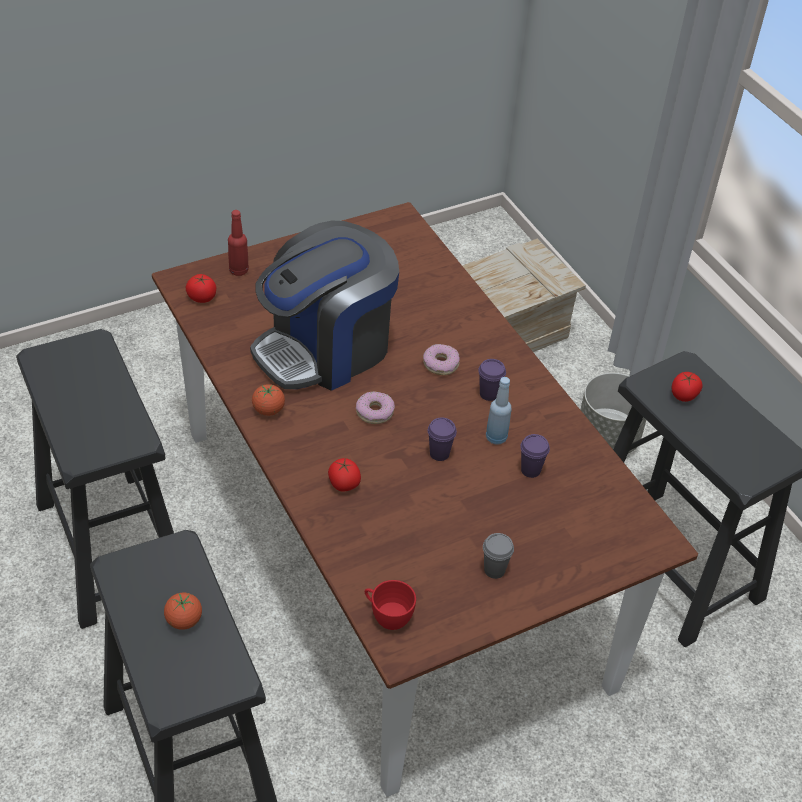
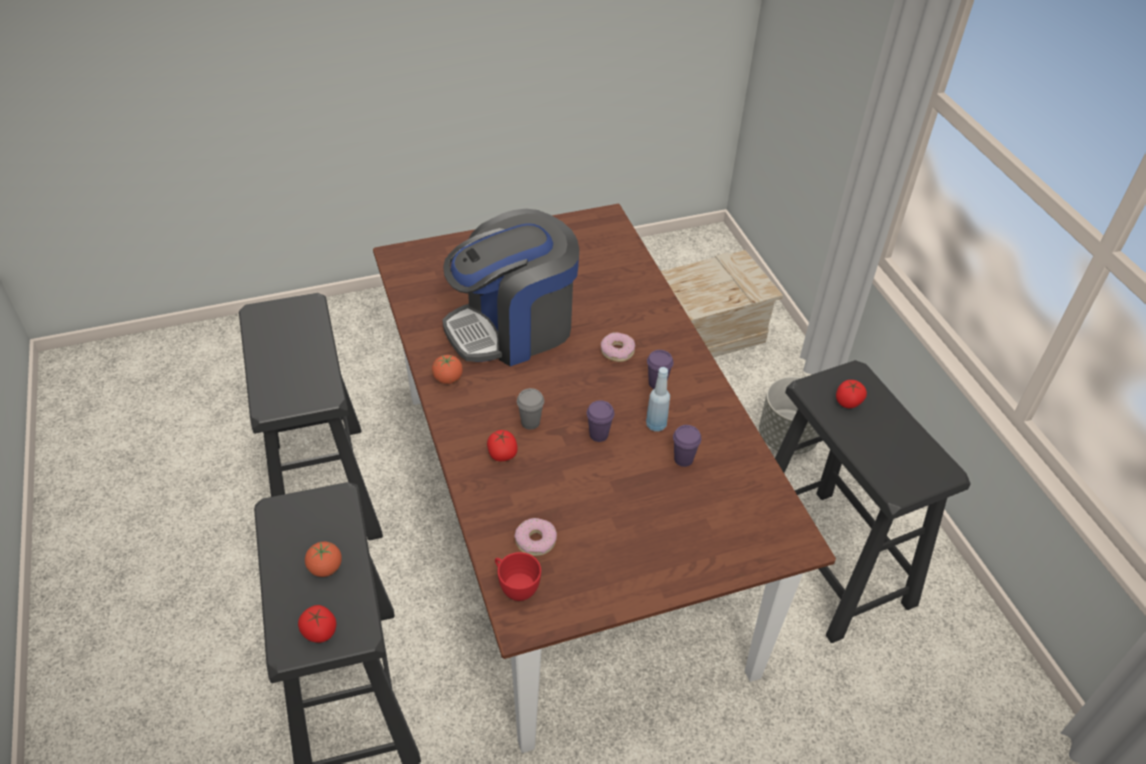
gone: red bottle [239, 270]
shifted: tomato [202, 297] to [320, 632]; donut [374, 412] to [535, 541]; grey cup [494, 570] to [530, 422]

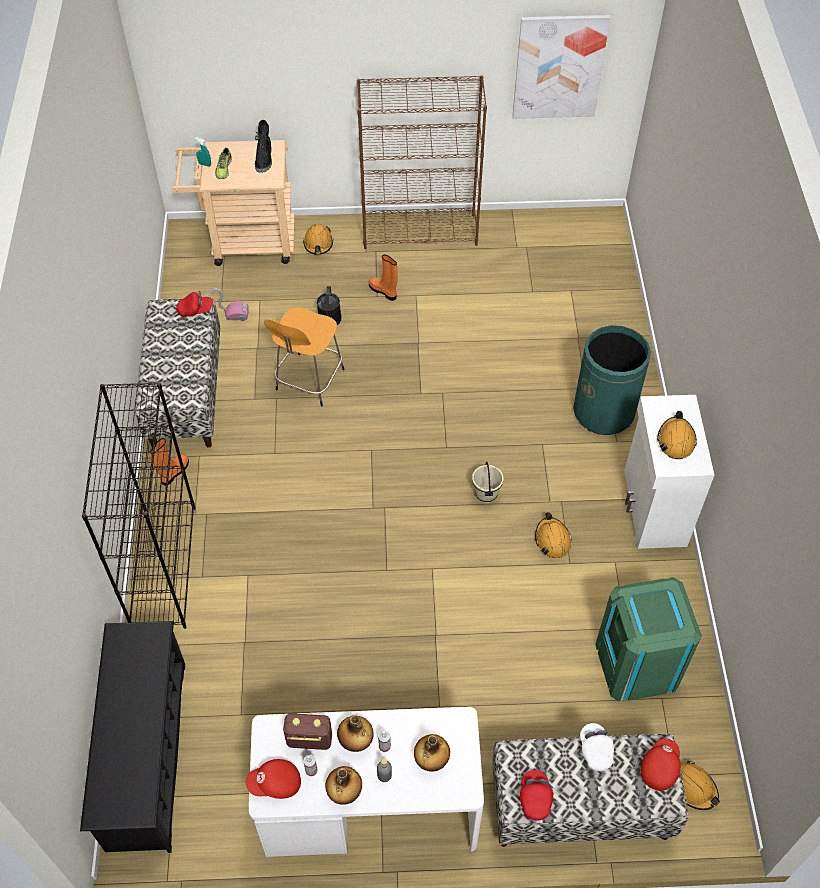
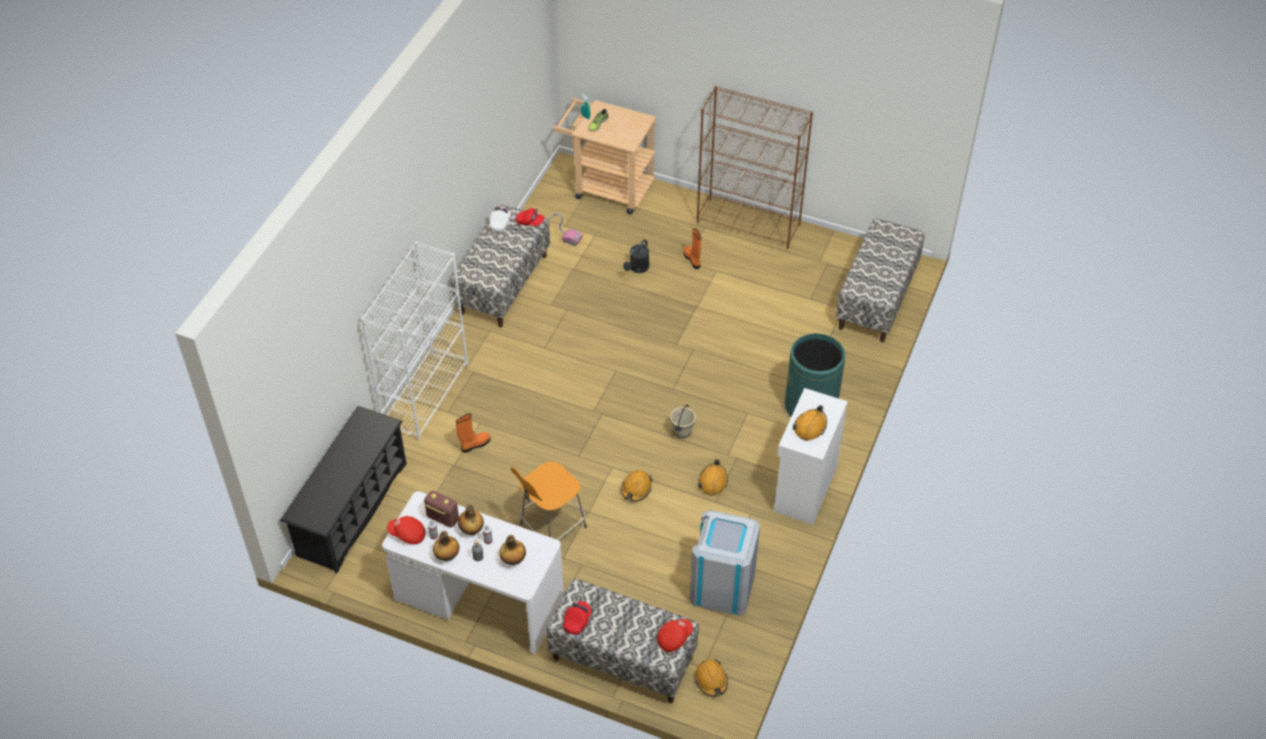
gone: black boot [264, 159]; picture [559, 67]
new: bench [877, 299]
shifted: orange boot [174, 472] to [474, 444]; orange stool [308, 381] to [551, 527]; orange hard hat [318, 243] to [636, 489]; white cap [595, 750] to [500, 223]
repainted: black bookcase [163, 566] to white bookcase [426, 395]; green trash can [637, 664] to grey trash can [722, 587]

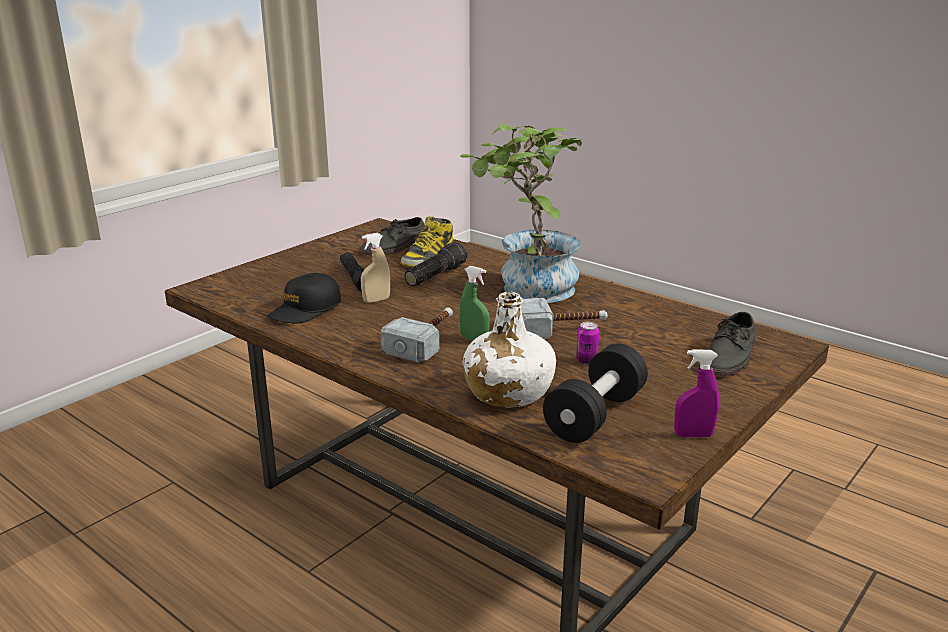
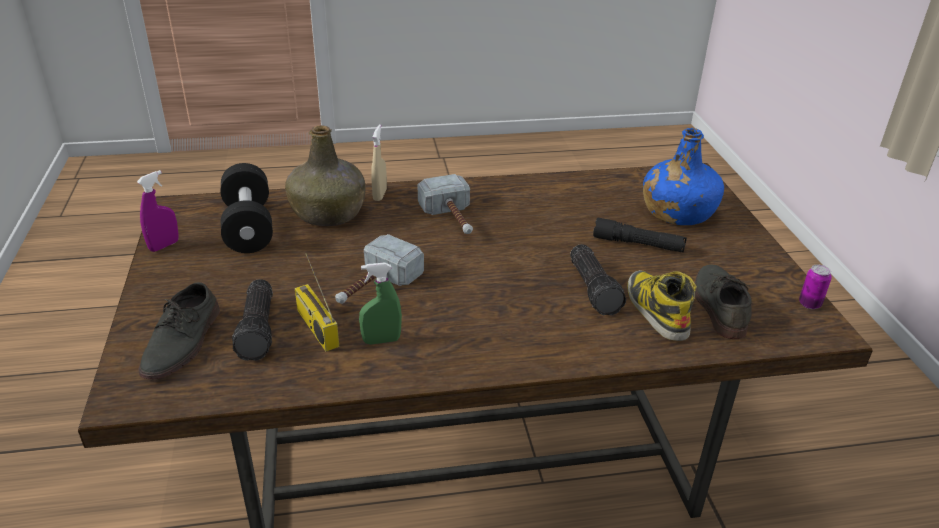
gone: black cap [305, 310]; potted plant [527, 288]
new: flashlight [259, 329]; radio [316, 327]; blue bottle [677, 212]
shifted: beige spray bottle [376, 300] to [380, 195]; green spray bottle [474, 339] to [381, 340]; can [586, 361] to [809, 304]
repainted: white bottle [507, 393] to green bottle [329, 213]
rotated: grey shoe [730, 357] = [183, 342] 150 degrees counterclockwise

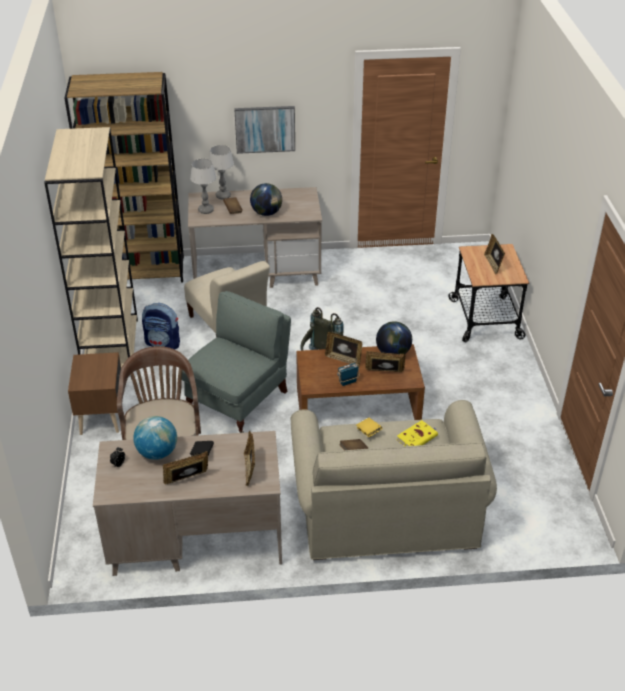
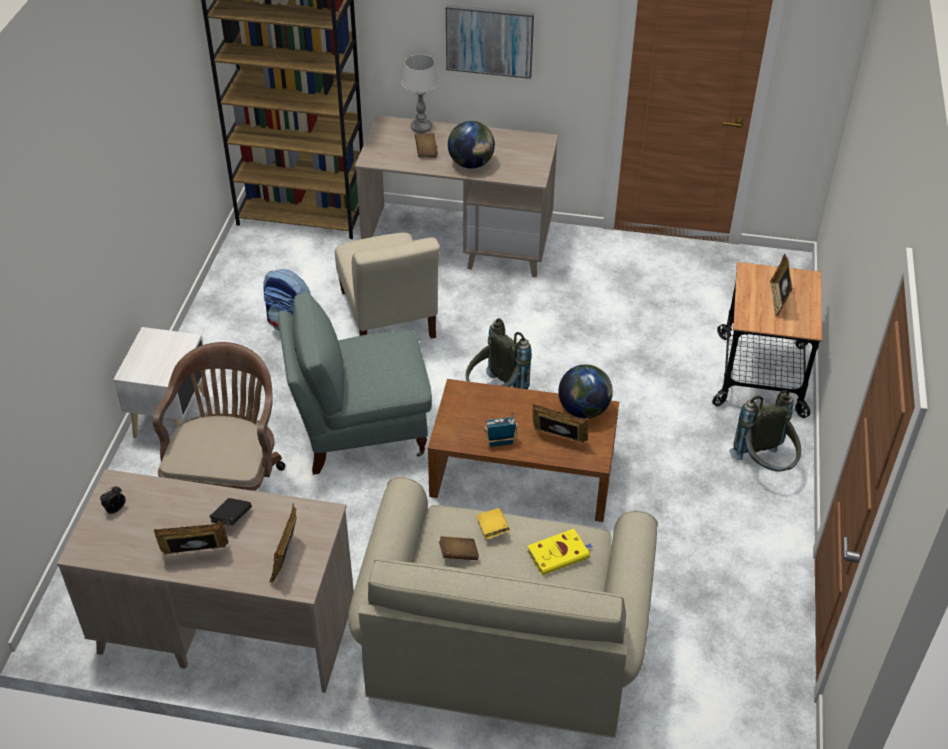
gone: beige bookcase [111, 349]; globe [157, 452]; table lamp [206, 210]; picture frame [343, 359]
new: grey backpack [765, 466]
repainted: brown nightstand [102, 415] to white nightstand [173, 415]
rotated: grey armchair [239, 400] = [360, 430] 150 degrees counterclockwise

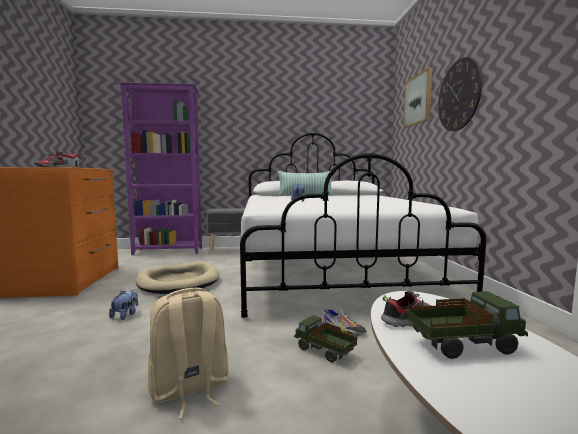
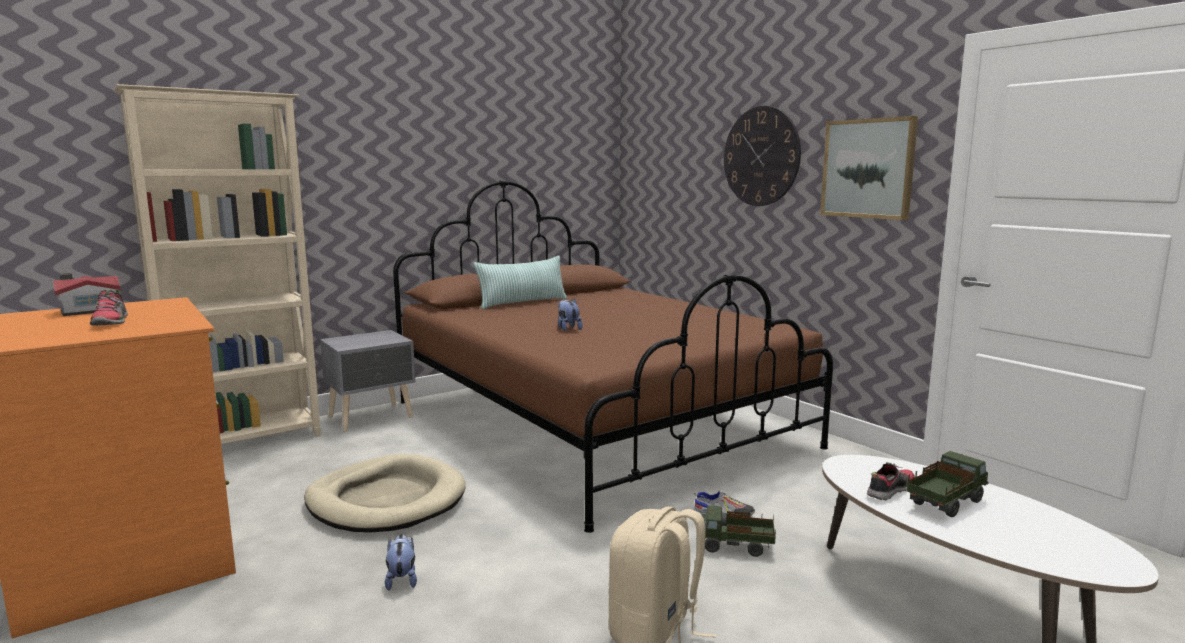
shifted: picture [418, 100] to [868, 168]
repainted: purple bookcase [168, 251] to beige bookcase [247, 441]; white bed [330, 269] to brown bed [595, 424]

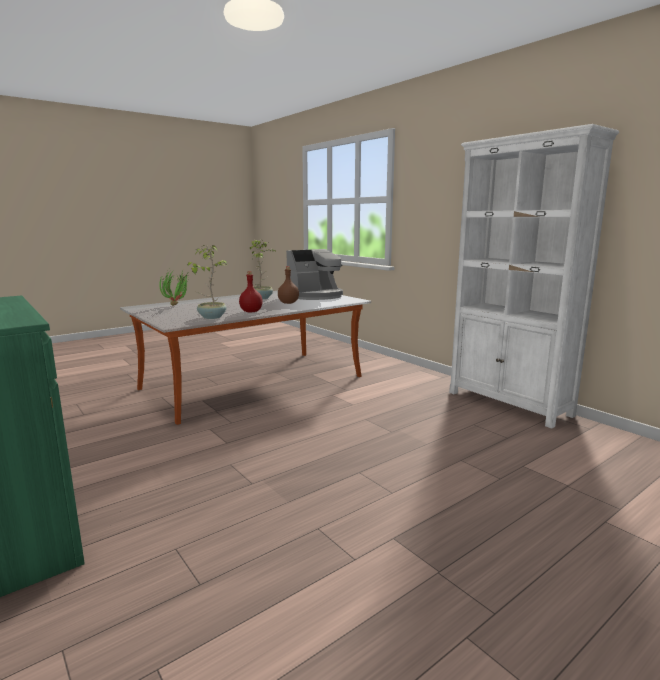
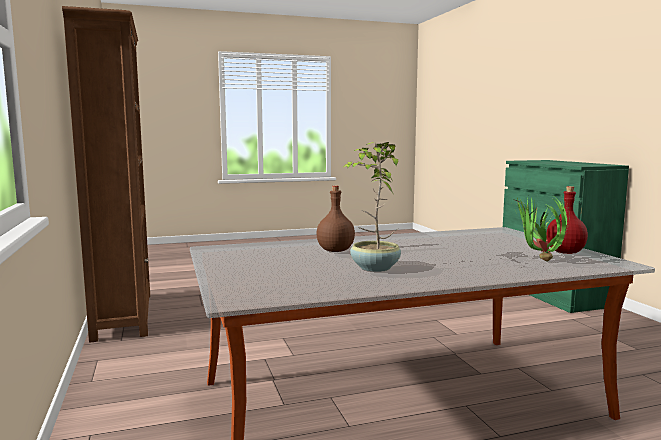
gone: potted plant [211, 317]; coffee machine [315, 296]
shifted: red bottle [251, 311] to [565, 252]
repainted: white bookcase [509, 404] to brown bookcase [123, 315]

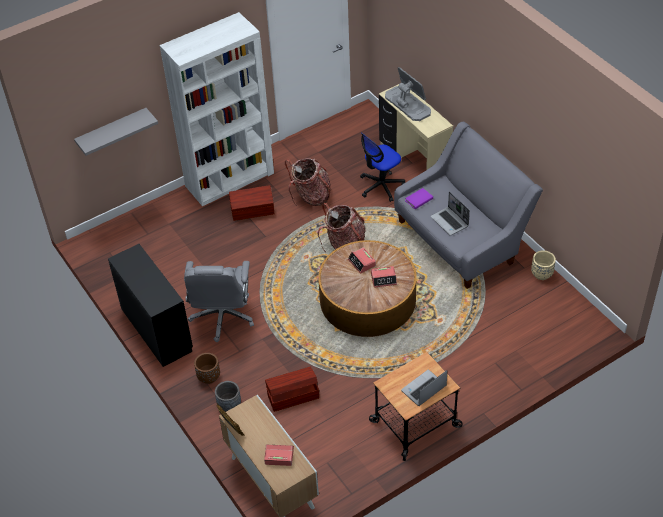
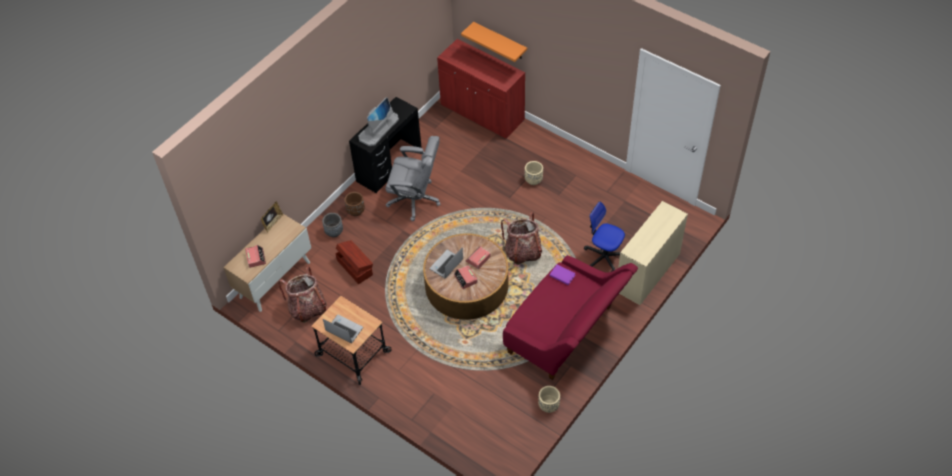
gone: white bookcase [230, 179]
new: red cabinet [482, 113]
shifted: backpack [311, 197] to [307, 308]; monitor [407, 104] to [378, 128]; laptop [450, 222] to [446, 265]
swapped: brown storage box [253, 211] to beige planter [533, 180]
repainted: grey shelf [112, 131] to orange shelf [500, 41]; grey sofa [461, 238] to red sofa [566, 333]
rotated: grey office chair [222, 317] = [415, 199] 150 degrees counterclockwise

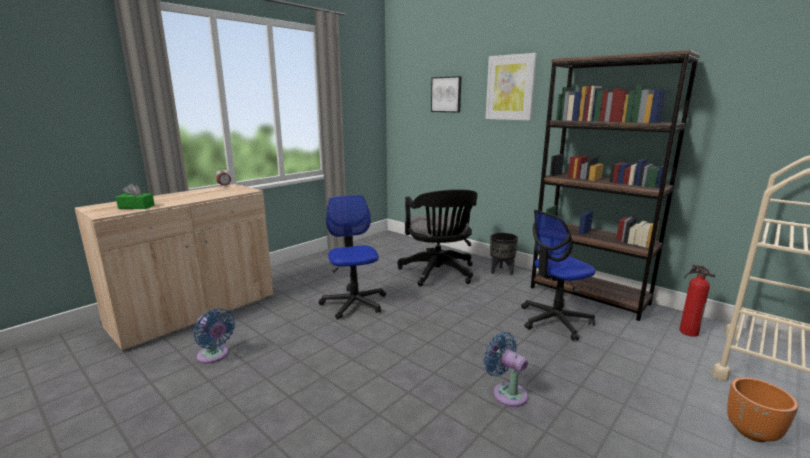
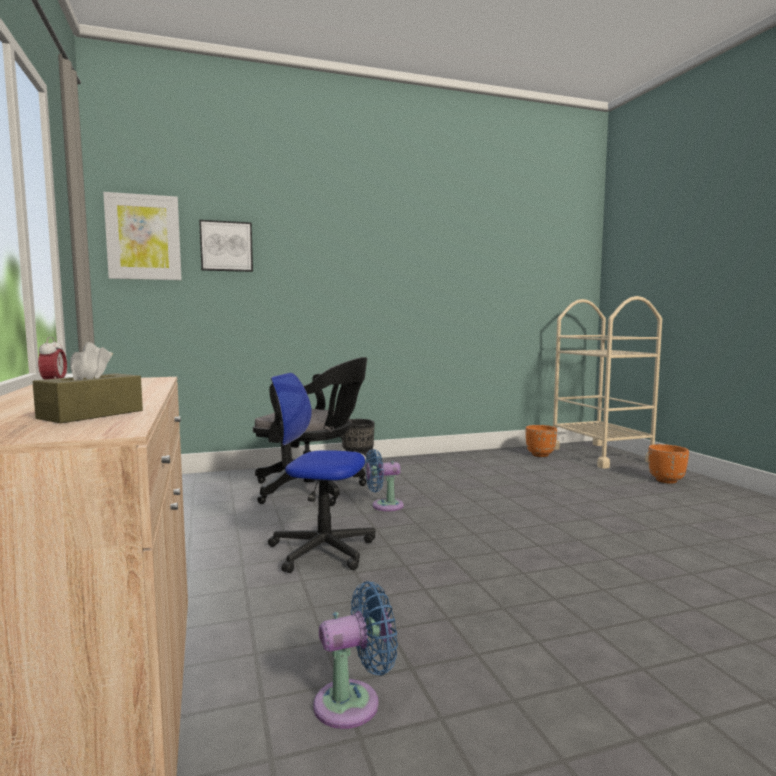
gone: office chair [554, 321]; brown bookcase [588, 295]
shifted: blue fan [506, 393] to [384, 506]; picture [510, 87] to [143, 237]
swapped: fire extinguisher [687, 331] to orange planter [540, 455]
repainted: green tissue box [136, 207] to brown tissue box [91, 414]

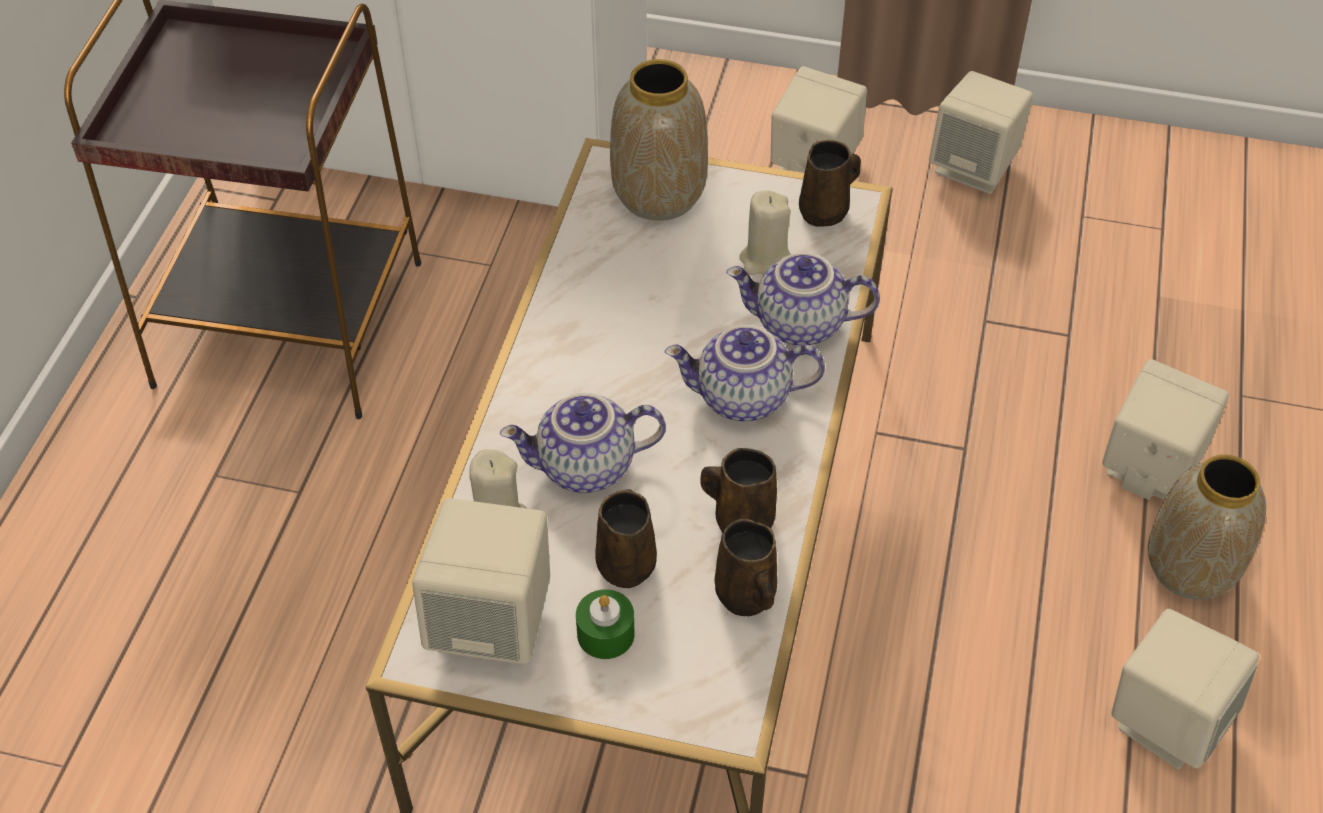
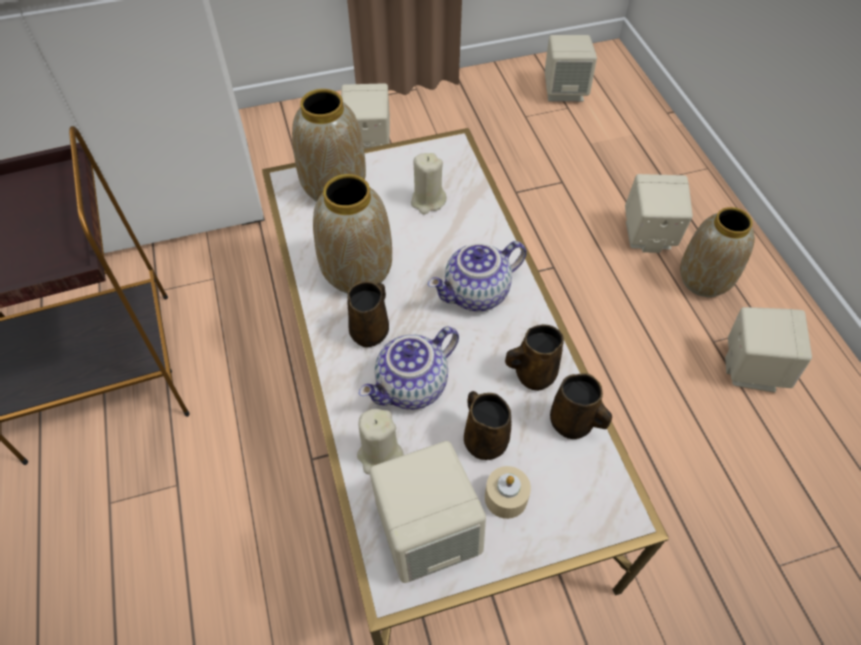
gone: teapot [798, 325]
new: vase [357, 271]
shifted: brown mug [826, 211] to [371, 331]; beige speaker [974, 167] to [564, 91]
repainted: green candle [605, 634] to beige candle [506, 497]

